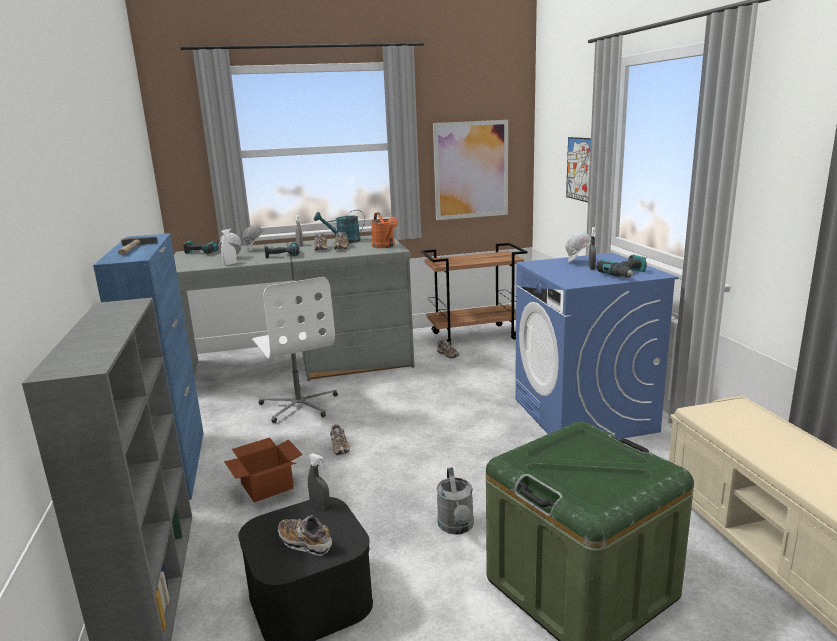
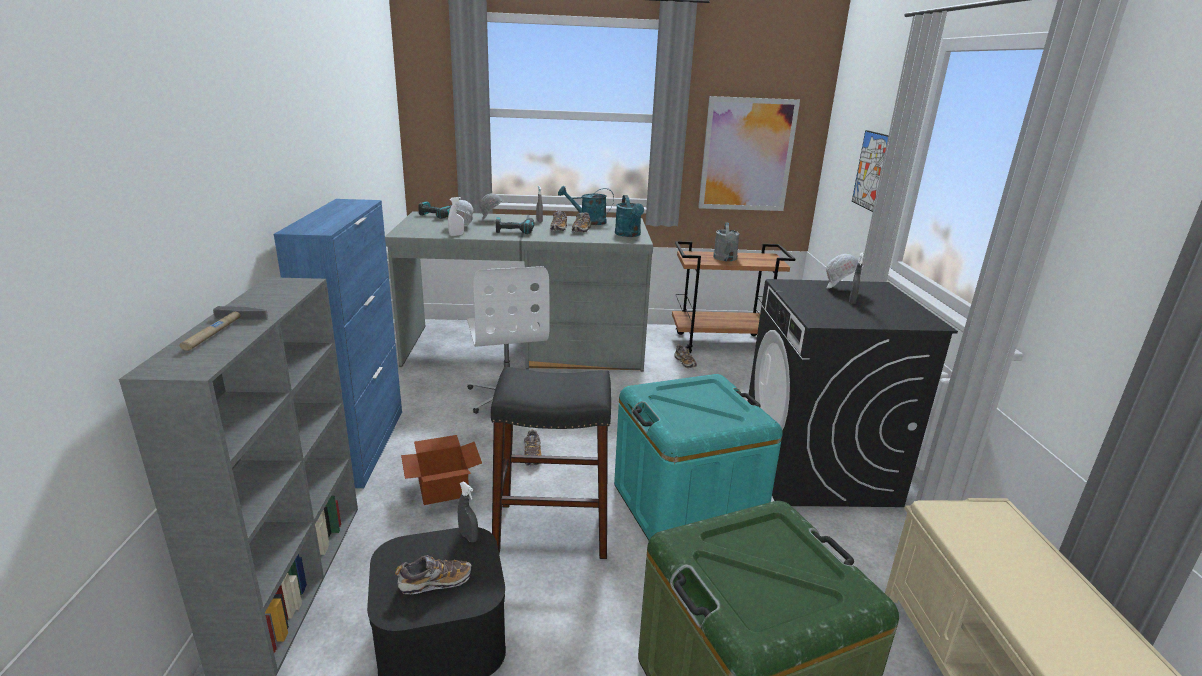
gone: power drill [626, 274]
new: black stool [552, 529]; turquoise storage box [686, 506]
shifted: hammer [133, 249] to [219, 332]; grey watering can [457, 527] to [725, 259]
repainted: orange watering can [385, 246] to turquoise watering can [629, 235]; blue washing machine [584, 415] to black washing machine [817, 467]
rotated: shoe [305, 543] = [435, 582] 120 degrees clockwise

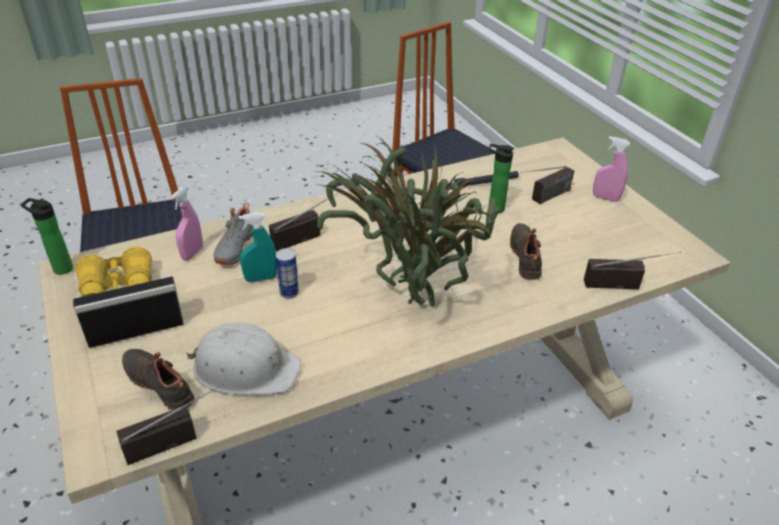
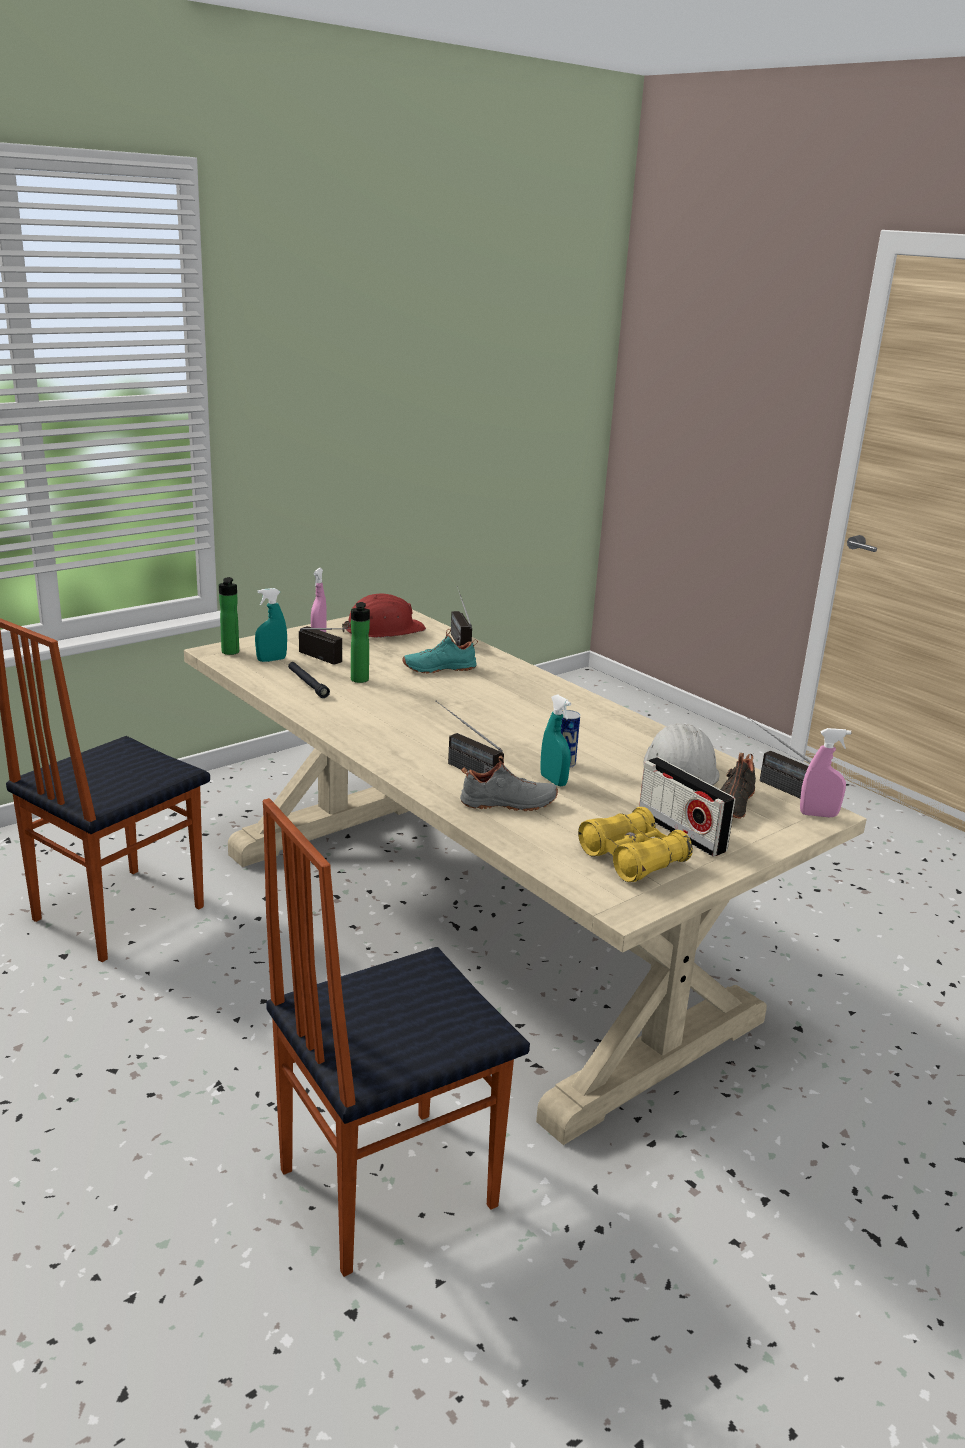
gone: potted plant [412, 296]
new: turquoise spray bottle [271, 660]; red hard hat [383, 629]
shifted: bottle [60, 268] to [229, 653]; pink spray bottle [192, 253] to [818, 815]
repainted: black shoe [526, 257] to turquoise shoe [439, 668]

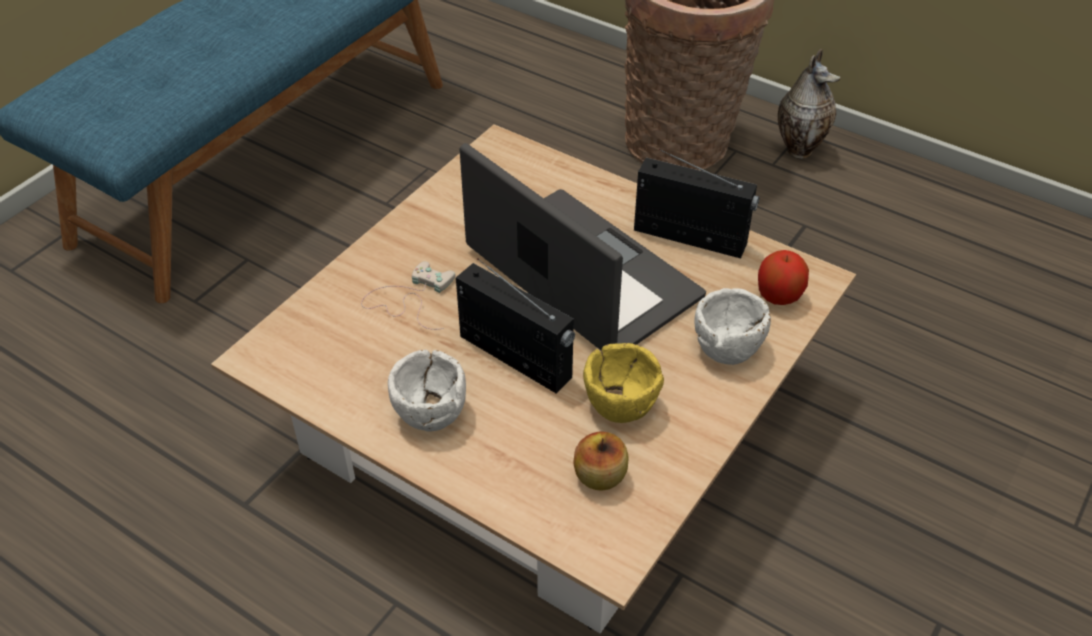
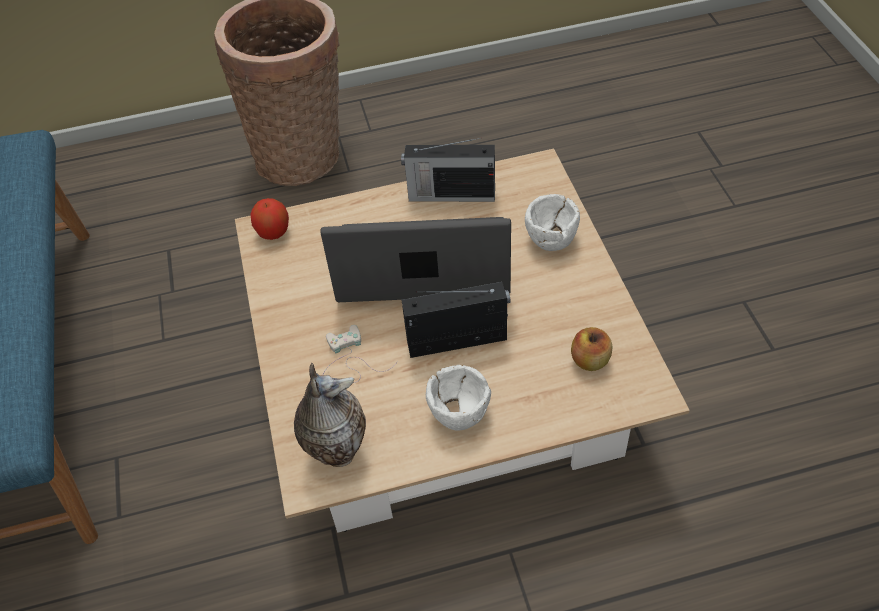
gone: yellow bowl [620, 404]
shifted: apple [778, 296] to [273, 232]; vase [799, 148] to [336, 450]
rotated: radio [692, 238] = [450, 194] 150 degrees counterclockwise

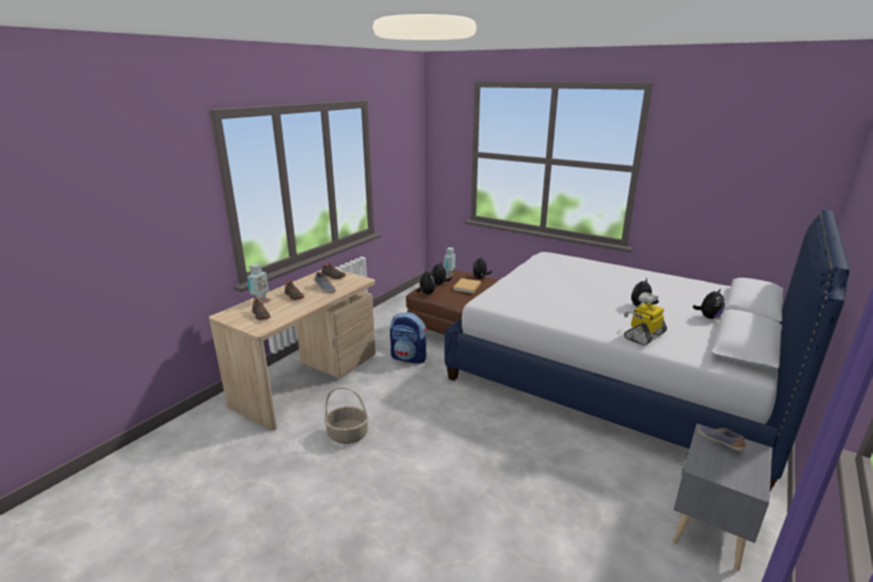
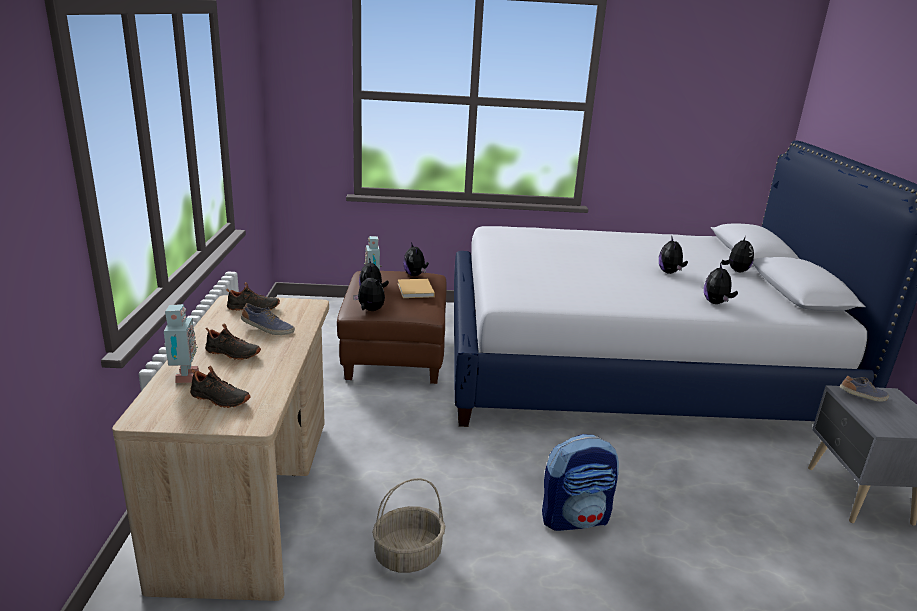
shifted: backpack [409, 358] to [575, 518]
swapped: toy robot [643, 335] to plush toy [716, 303]
rotated: shoe [720, 442] = [863, 397] 150 degrees clockwise

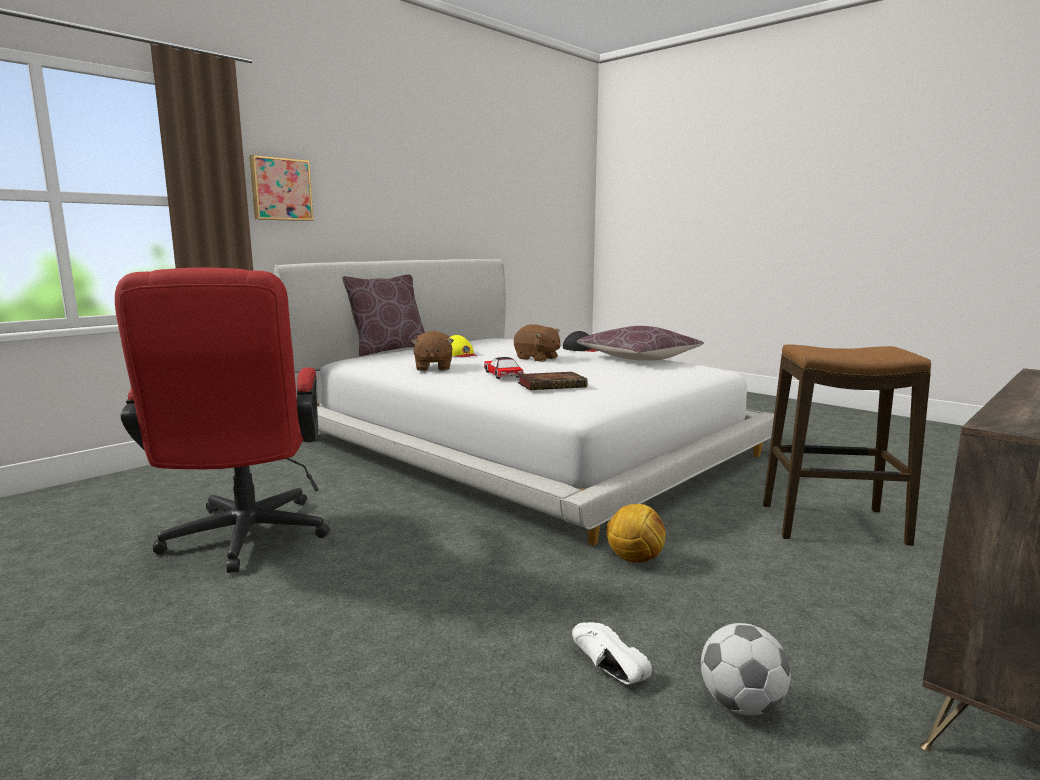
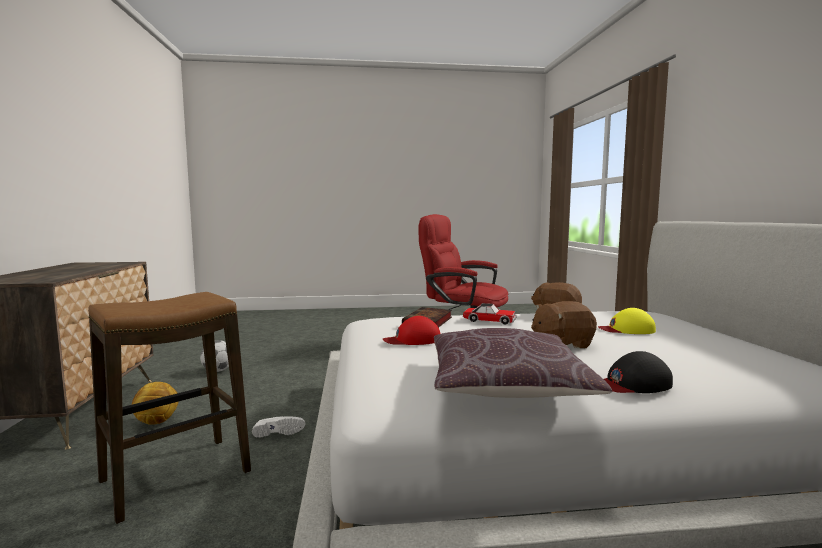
gone: picture [280, 189]; brown pillow [388, 350]
new: red cap [413, 340]
shifted: white shoe [605, 670] to [279, 432]; football [634, 559] to [157, 421]

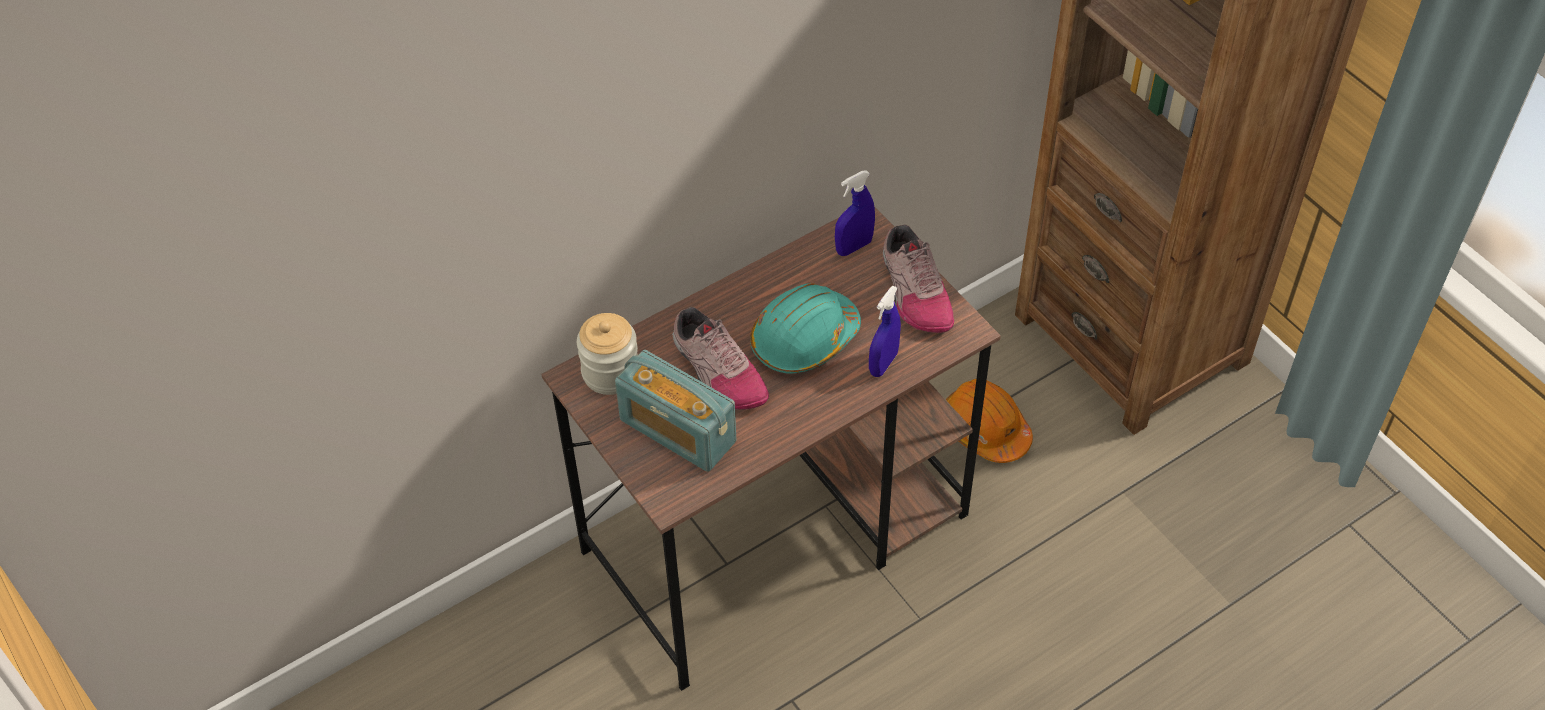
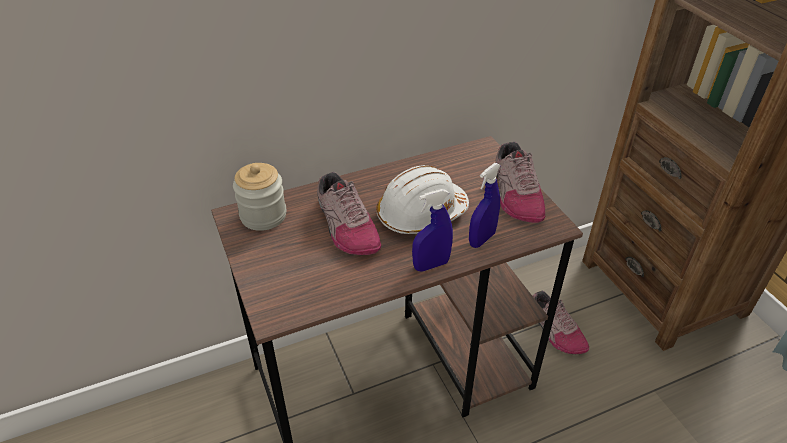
gone: radio [677, 431]
shifted: blue spray bottle [854, 247] to [431, 265]
swapped: orange hard hat [985, 429] to shoe [554, 330]
repainted: turquoise hard hat [804, 339] to white hard hat [421, 214]

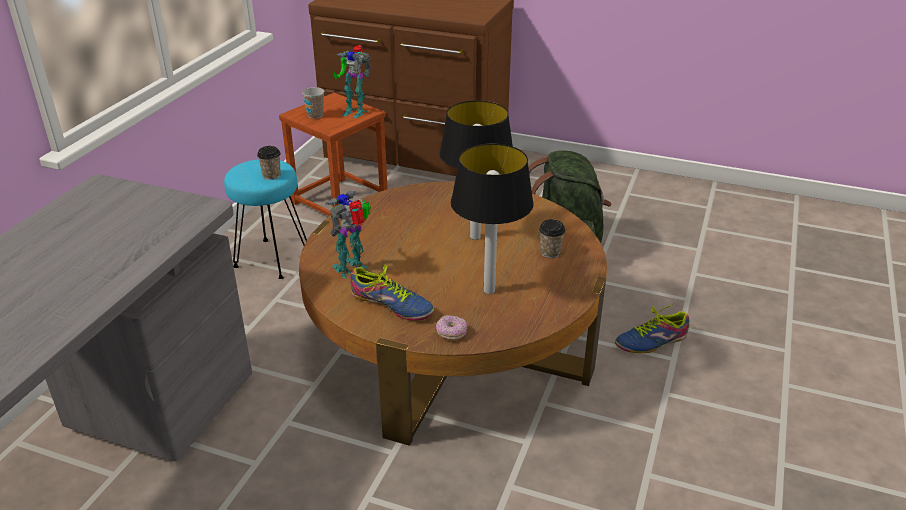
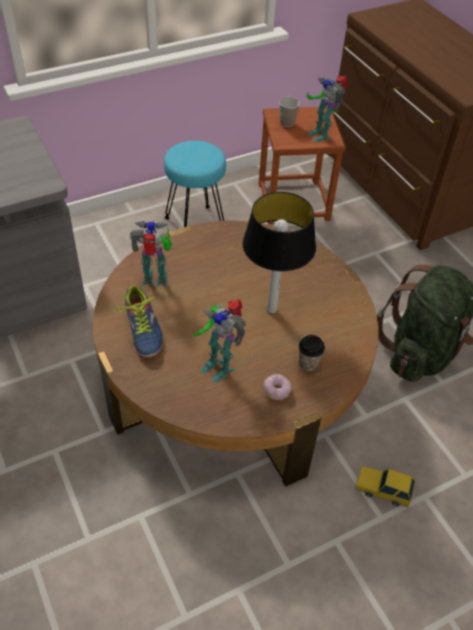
gone: cup [271, 175]
shifted: donut [451, 333] to [276, 391]
swapped: table lamp [488, 291] to toy robot [219, 365]; shoe [652, 341] to toy car [383, 489]

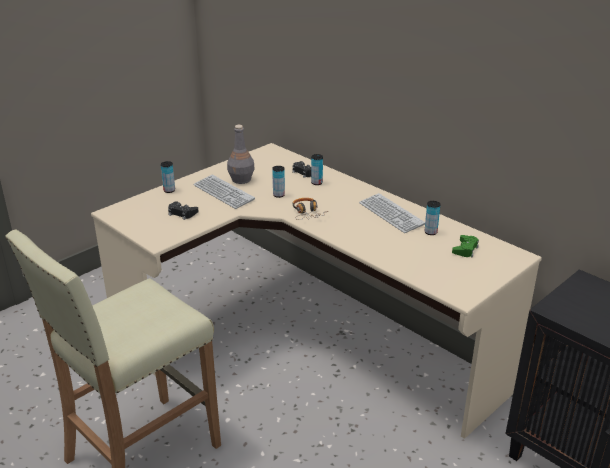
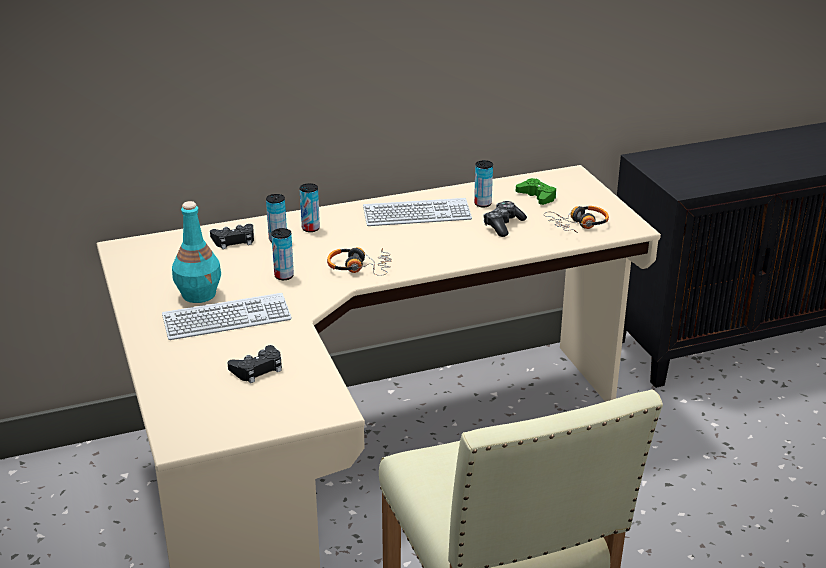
new: game controller [503, 225]; headphones [578, 225]
shifted: can [169, 190] to [310, 228]
repainted: grey bottle [241, 179] to turquoise bottle [199, 294]

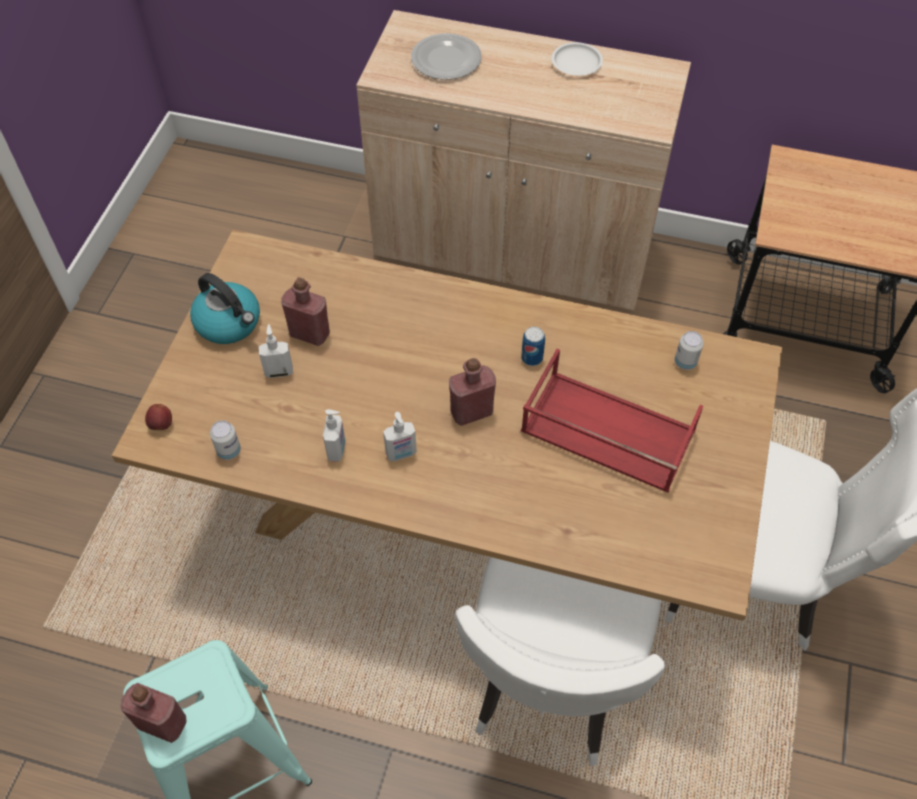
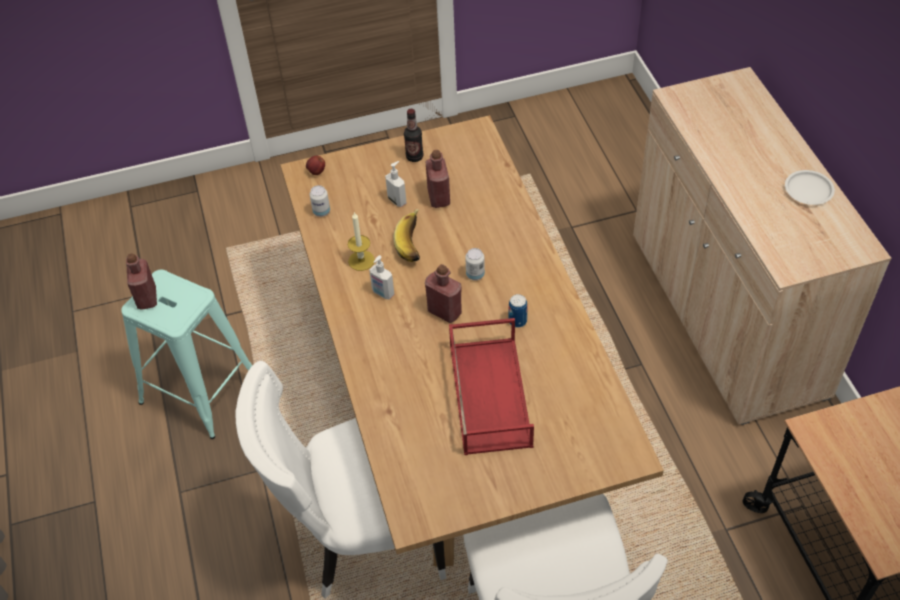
gone: plate [445, 59]
new: banana [415, 243]
shifted: can [685, 362] to [475, 274]
swapped: kettle [229, 323] to bottle [414, 157]; soap dispenser [337, 450] to candle [361, 260]

